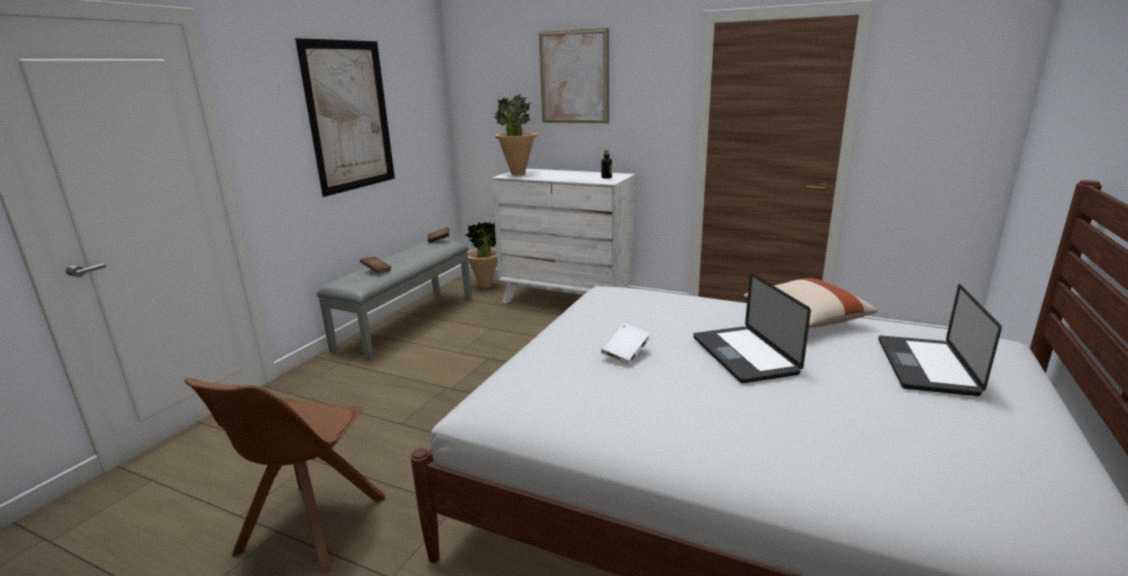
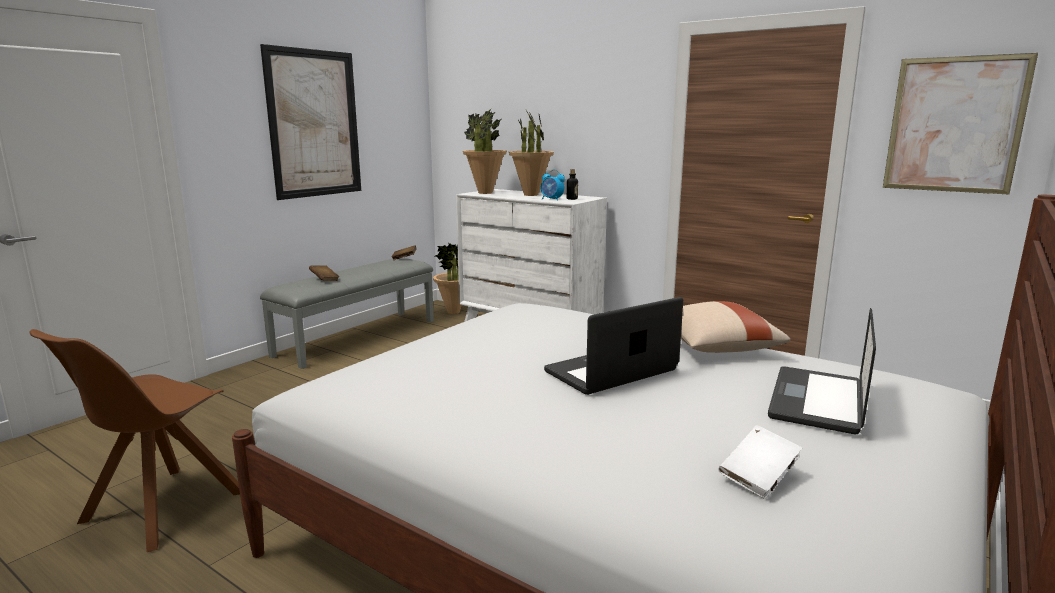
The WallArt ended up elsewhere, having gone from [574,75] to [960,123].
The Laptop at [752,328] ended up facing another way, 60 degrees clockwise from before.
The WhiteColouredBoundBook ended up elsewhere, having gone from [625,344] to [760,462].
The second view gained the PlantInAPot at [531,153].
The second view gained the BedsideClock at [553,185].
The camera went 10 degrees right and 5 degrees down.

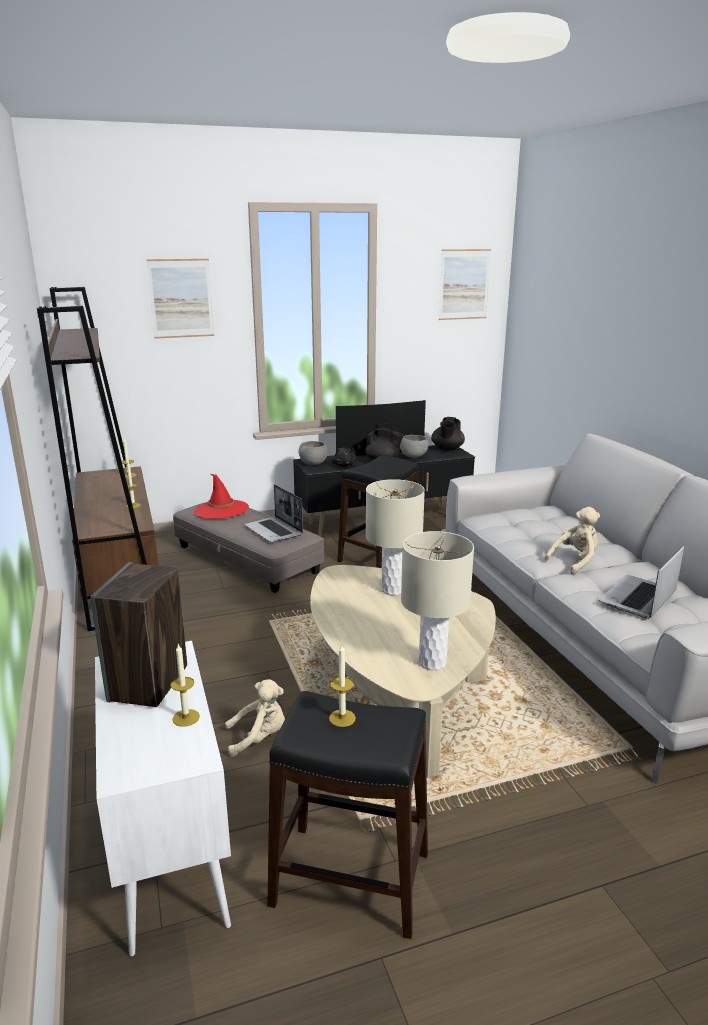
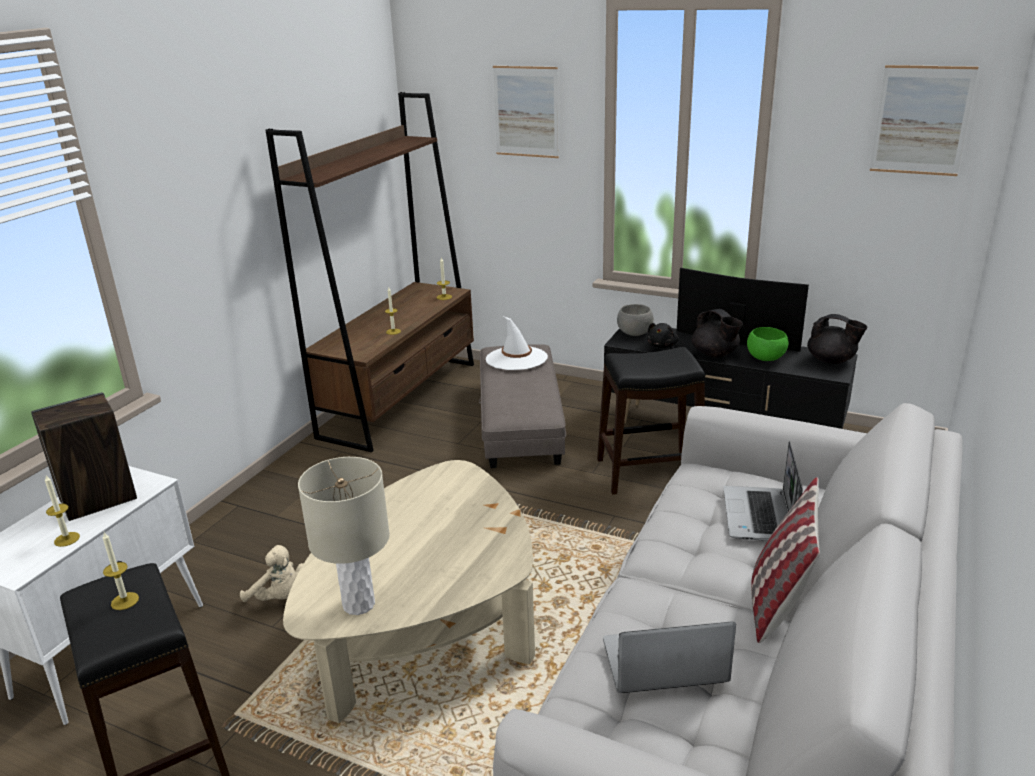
The BlackColouredTeapot at [448,434] ended up facing another way, 120 degrees counterclockwise from before.
What was the GrayServingBowl at [414,446] turned into the GreenServingBowl at [767,344].
What was the RedColouredHat at [221,496] turned into the WhiteColouredHat at [517,343].
The second view lost the BeigeTableLamp at [395,537].
The Laptop ended up elsewhere, having gone from [273,513] to [763,491].
The second view lost the BeigeSoftToy at [572,541].
The second view gained the Cushion at [785,560].
The camera went 45 degrees right and 5 degrees up.

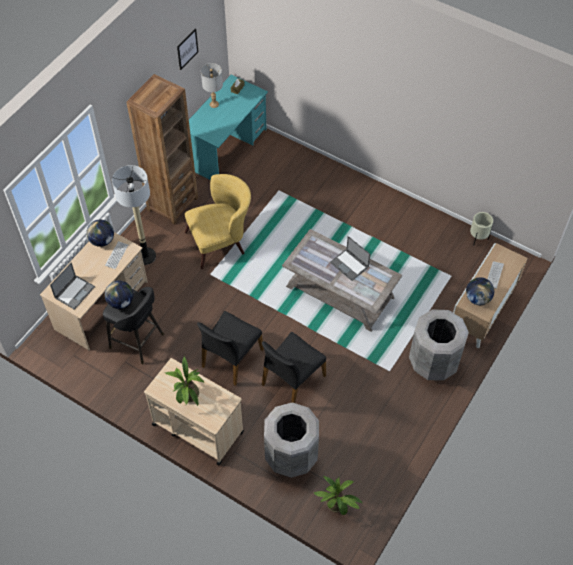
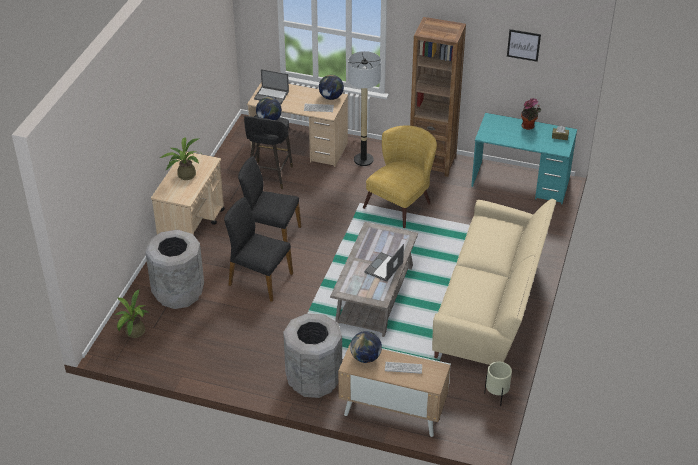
Where the GrayTableLamp stood at [212,85], the PlantInAPot came to stand at [531,114].
The YellowishLoungeChair at [218,221] ended up facing another way, 105 degrees counterclockwise from before.
The second view gained the BeigeSettee at [494,282].
The camera went 75 degrees right and 15 degrees down.

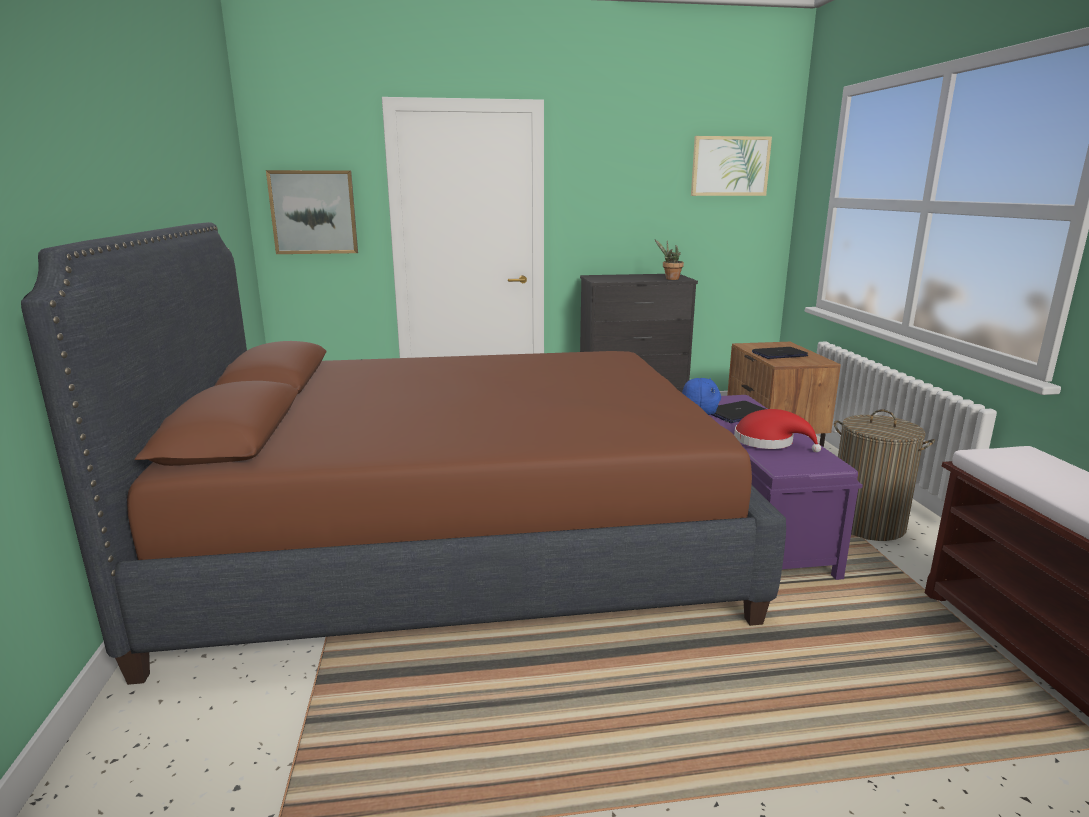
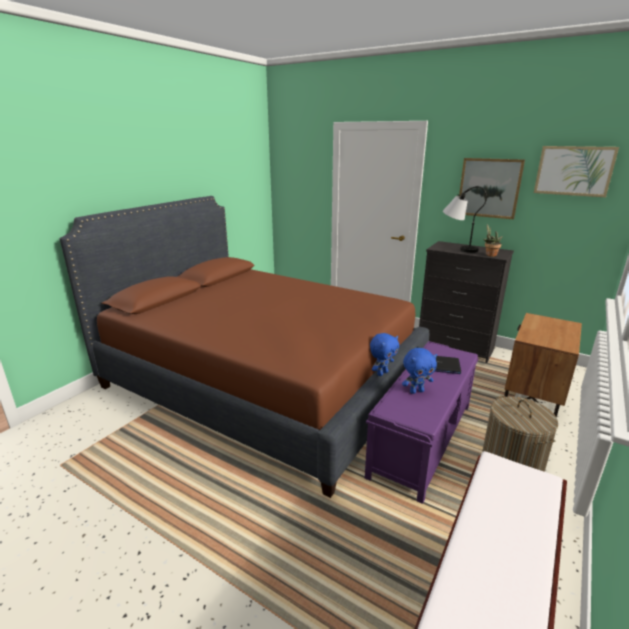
The WallArt ended up elsewhere, having gone from [312,212] to [492,188].
The second view lost the Laptop at [780,353].
Where the RedColouredHat stood at [777,430], the BluishSoftToy came to stand at [419,371].
The second view gained the TableLamp at [465,219].
The camera went 40 degrees right and 5 degrees up.

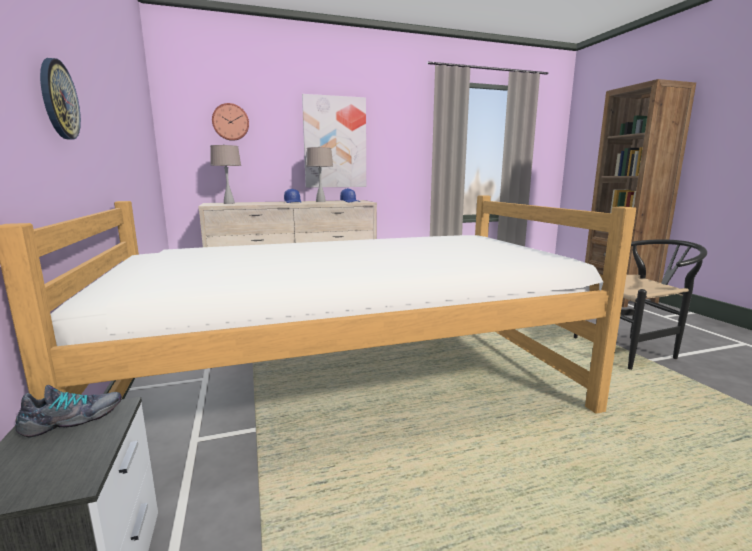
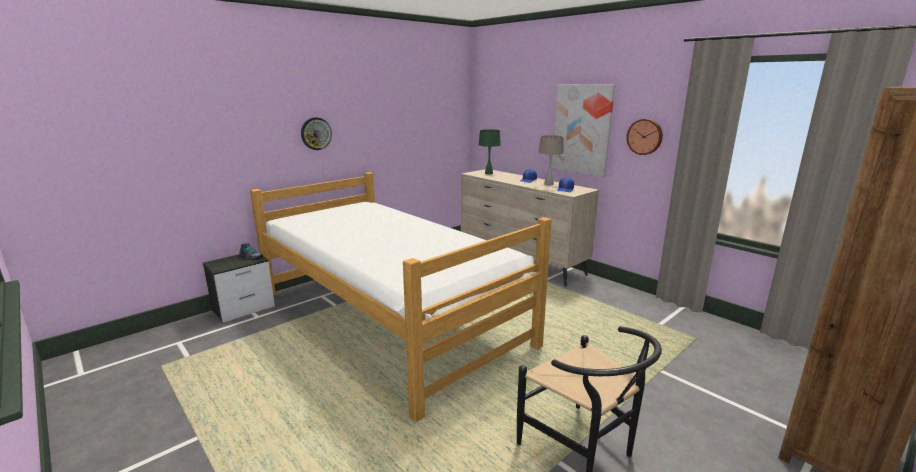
The HangingClock ended up elsewhere, having gone from [230,122] to [644,137].
What was the BeigeTableLamp at [225,174] turned into the GreenTableLamp at [490,151].
The camera went 65 degrees right and 5 degrees up.

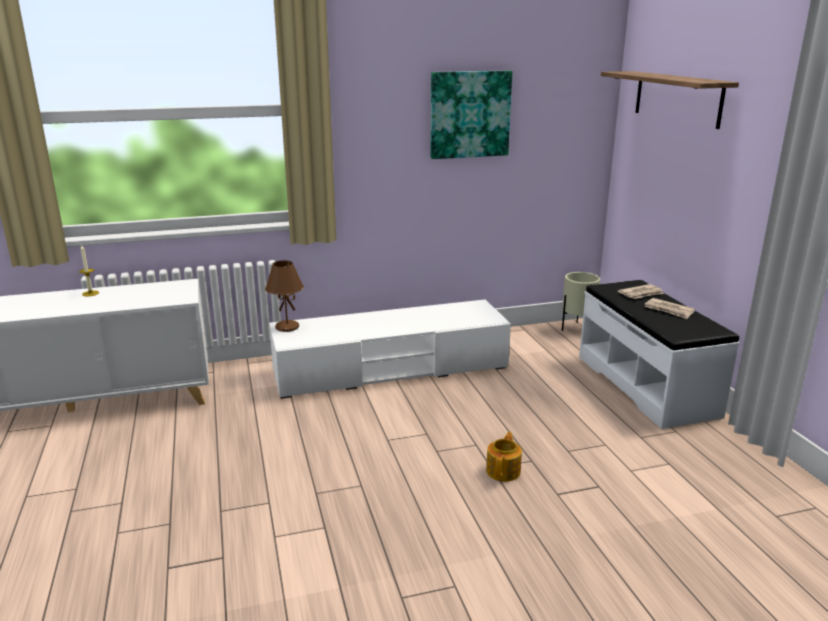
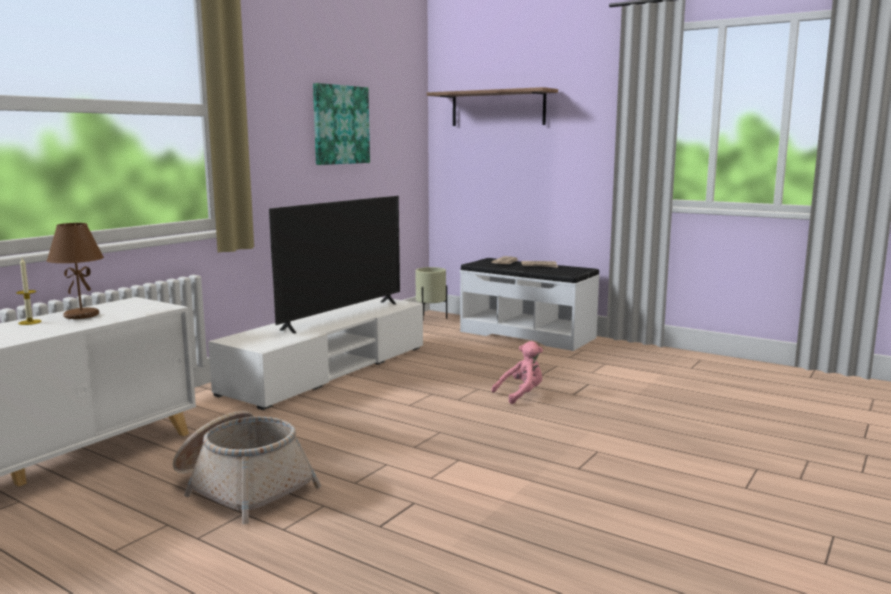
The BrownTableLamp ended up elsewhere, having gone from [284,296] to [75,271].
Where the Teapot stood at [504,457], the PinkColouredSoftToy came to stand at [517,372].
The second view gained the Tv at [334,265].
The second view gained the Basket at [247,467].
The camera went 40 degrees left and 10 degrees down.

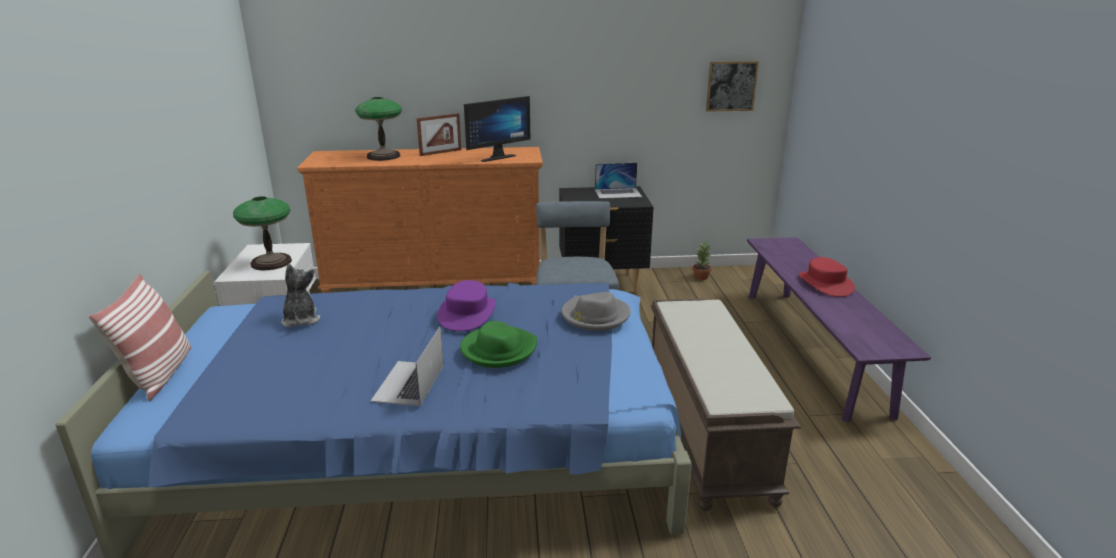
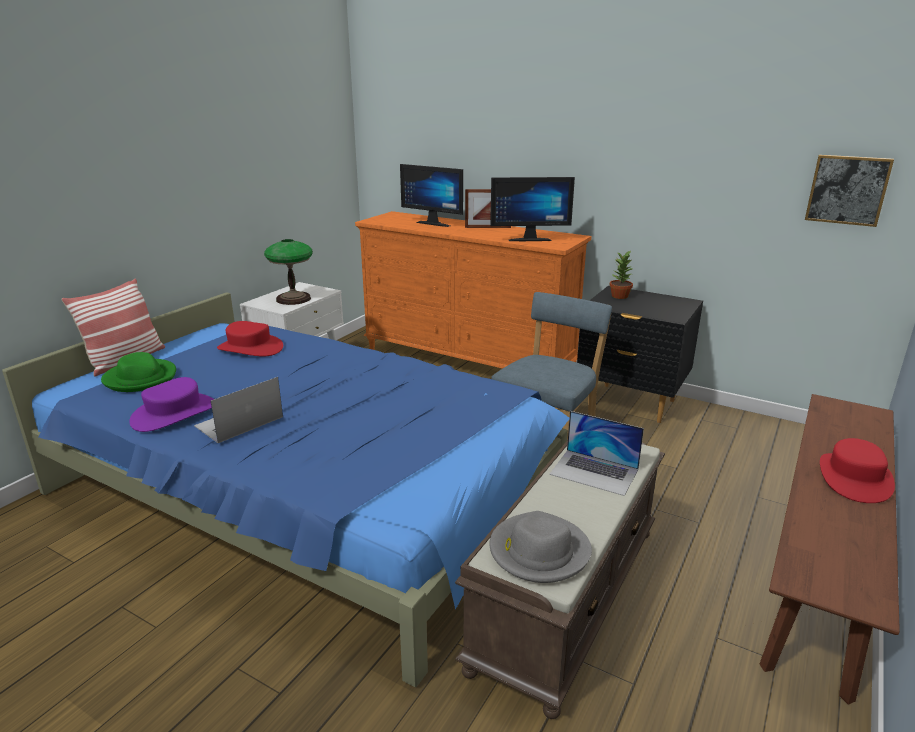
Where the TableLamp stood at [378,129], the ComputerDisplay came to stand at [431,195].
The Laptop ended up elsewhere, having gone from [618,181] to [596,453].
What was the PurplishIndoorBench at [839,330] turned into the BrownIndoorBench at [830,549].
The PlantInAPot ended up elsewhere, having gone from [702,260] to [621,275].
Where the SoftToy stood at [301,296], the RedColouredHat came to stand at [250,338].
The PurplishHat ended up elsewhere, having gone from [466,305] to [171,404].
The GrayHat ended up elsewhere, having gone from [596,311] to [541,547].
The GreenHat ended up elsewhere, having gone from [498,344] to [138,372].
The camera went 35 degrees right and 0 degrees up.

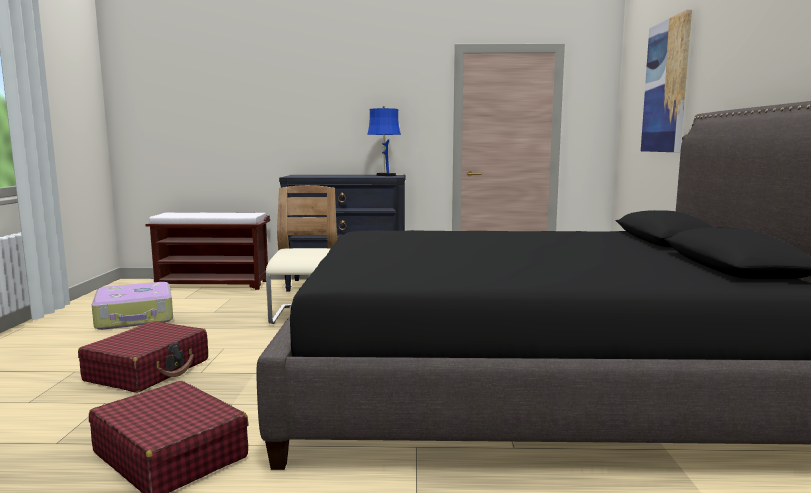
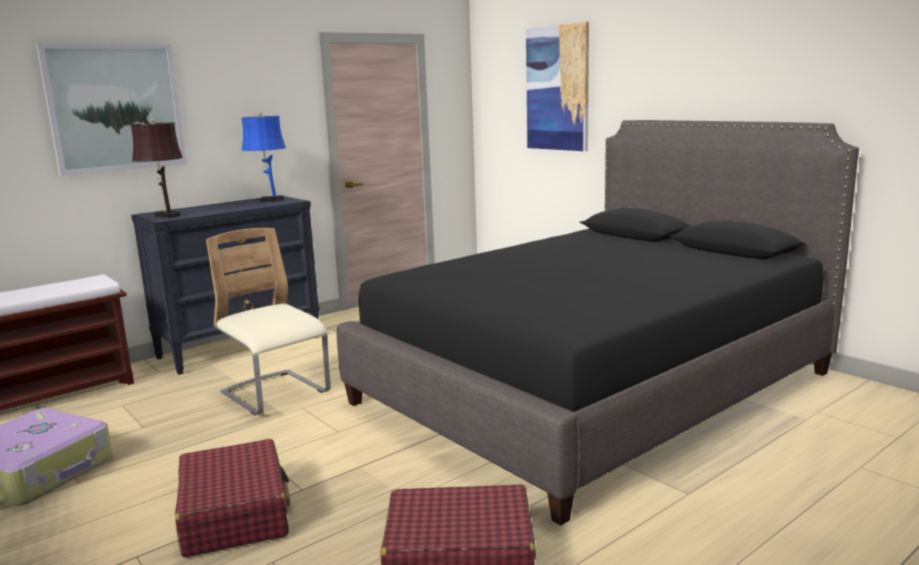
The second view gained the WallArt at [111,109].
The second view gained the BrownTableLamp at [157,168].
The camera went 40 degrees left and 5 degrees up.

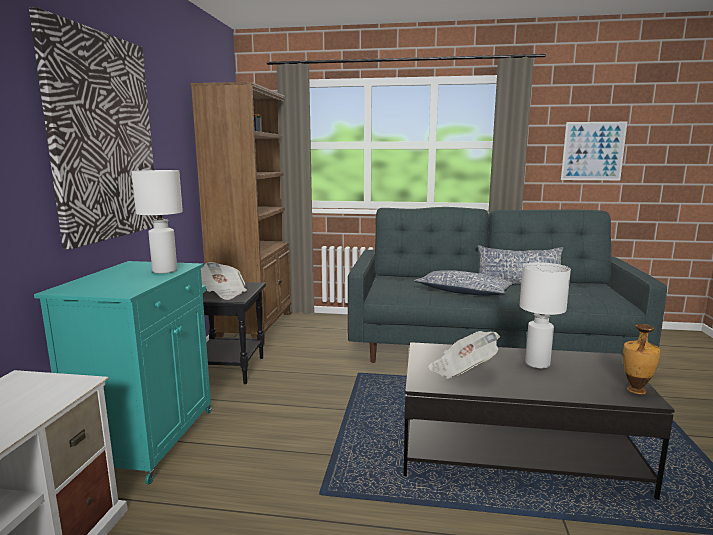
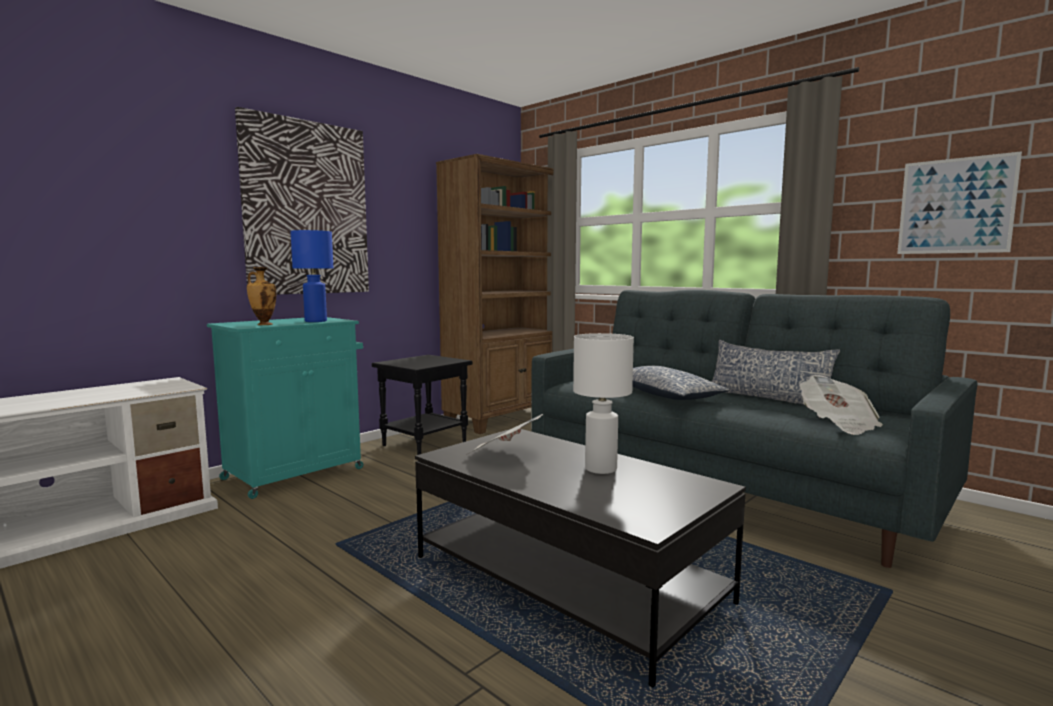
What was the WhiteColouredTableLamp at [157,222] turned into the BluishTableLamp at [311,276].
The Newspaper ended up elsewhere, having gone from [224,281] to [841,405].
The Vase ended up elsewhere, having gone from [642,359] to [261,296].
The camera went 35 degrees right and 5 degrees down.

